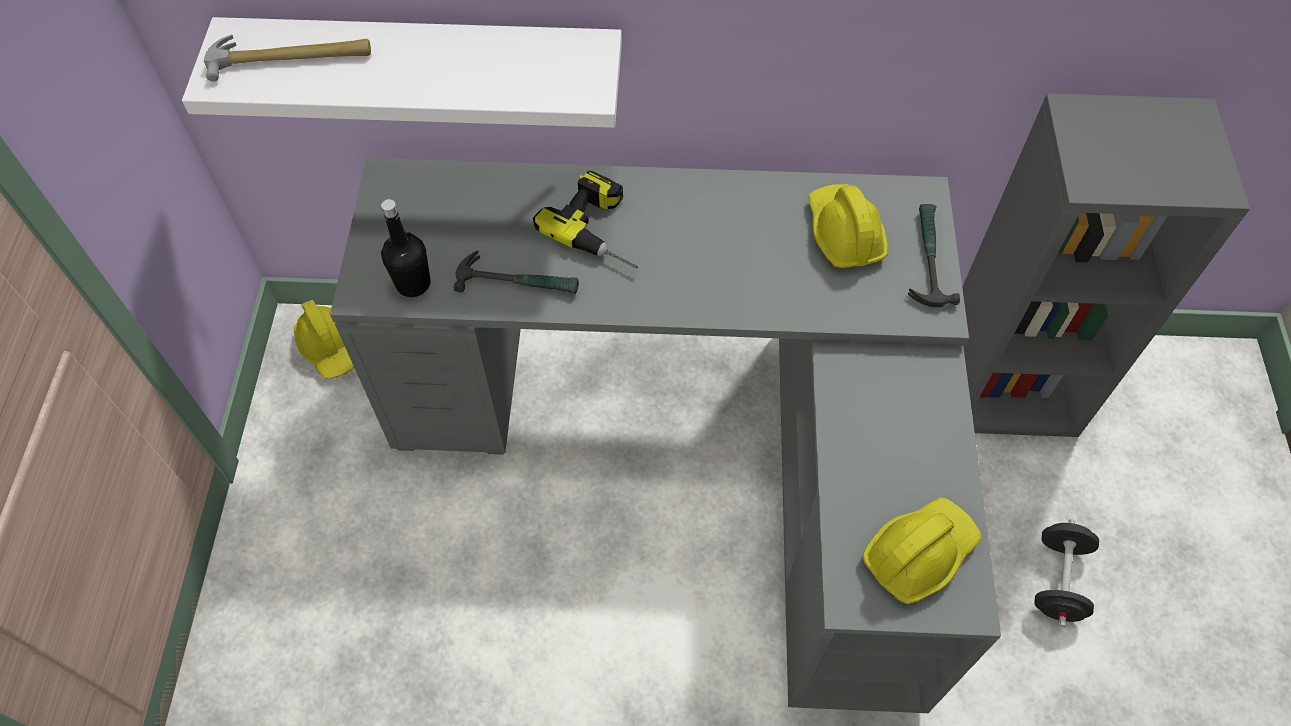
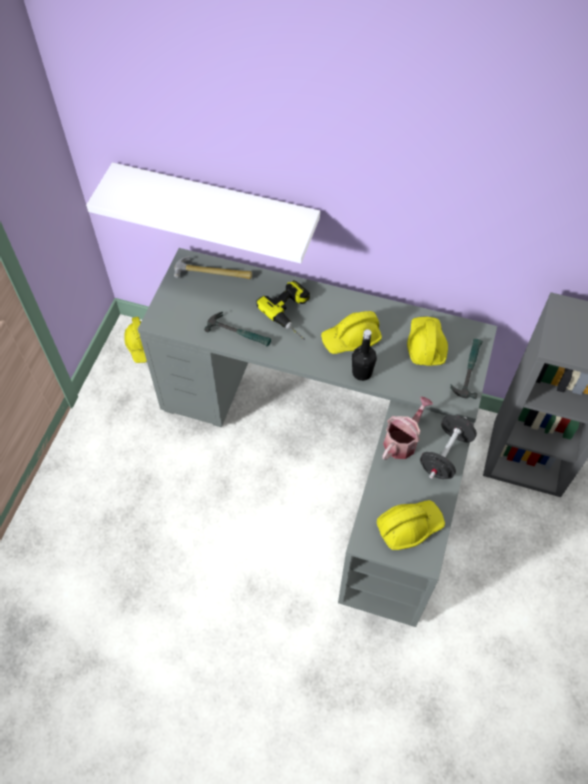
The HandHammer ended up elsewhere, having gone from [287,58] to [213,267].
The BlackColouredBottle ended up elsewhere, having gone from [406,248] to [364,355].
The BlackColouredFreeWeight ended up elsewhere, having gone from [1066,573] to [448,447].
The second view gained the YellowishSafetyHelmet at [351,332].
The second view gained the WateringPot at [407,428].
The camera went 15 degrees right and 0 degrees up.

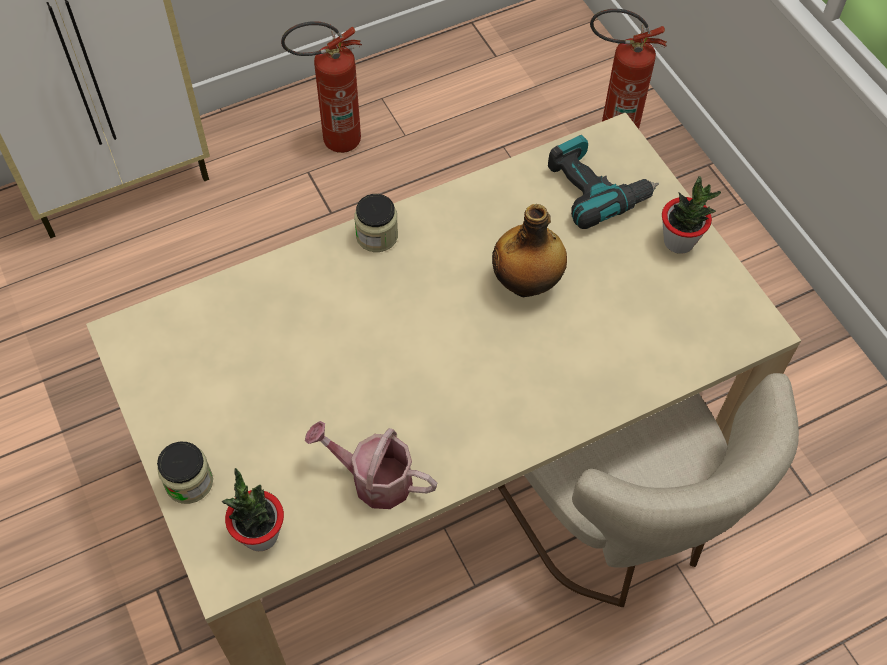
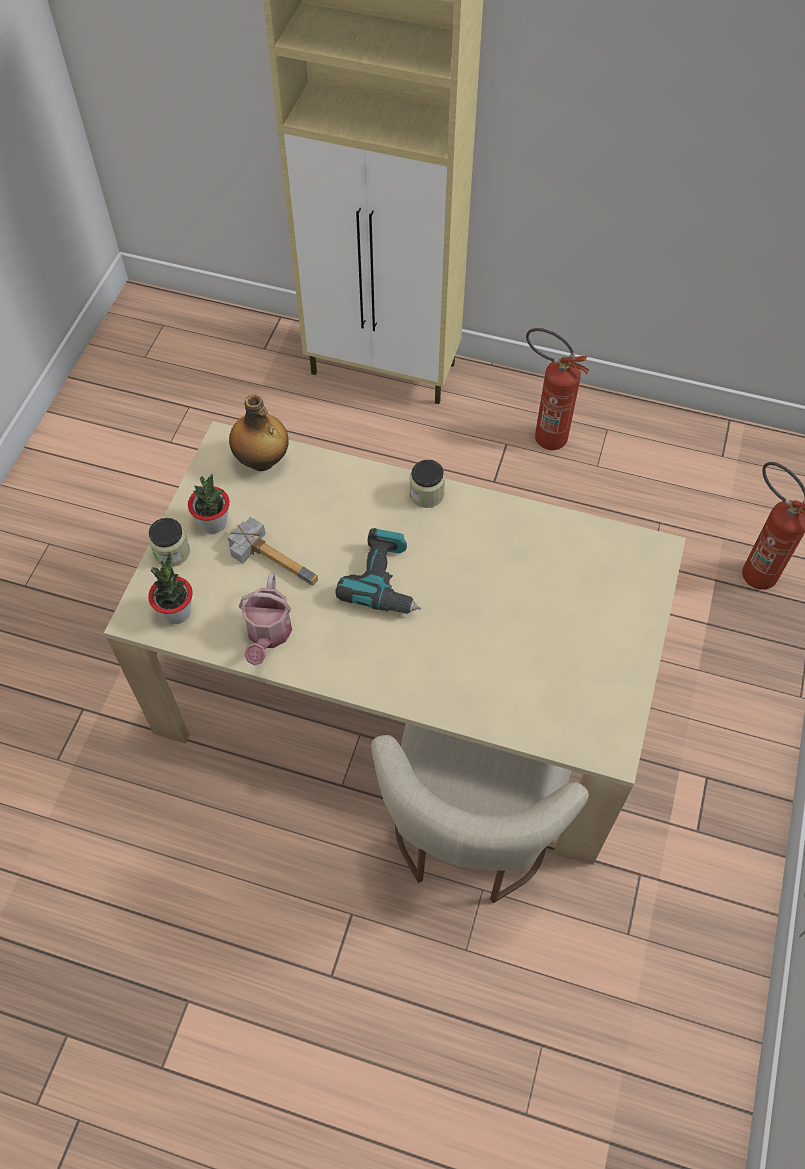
The ElectricDrill ended up elsewhere, having gone from [603,182] to [378,571].
The PlantInAPot ended up elsewhere, having gone from [691,215] to [209,503].
The Bottle ended up elsewhere, having gone from [529,250] to [259,432].
The WateringPot at [371,465] ended up facing another way, 150 degrees counterclockwise from before.
The second view gained the HandHammer at [273,551].
The camera went 45 degrees right and 0 degrees up.

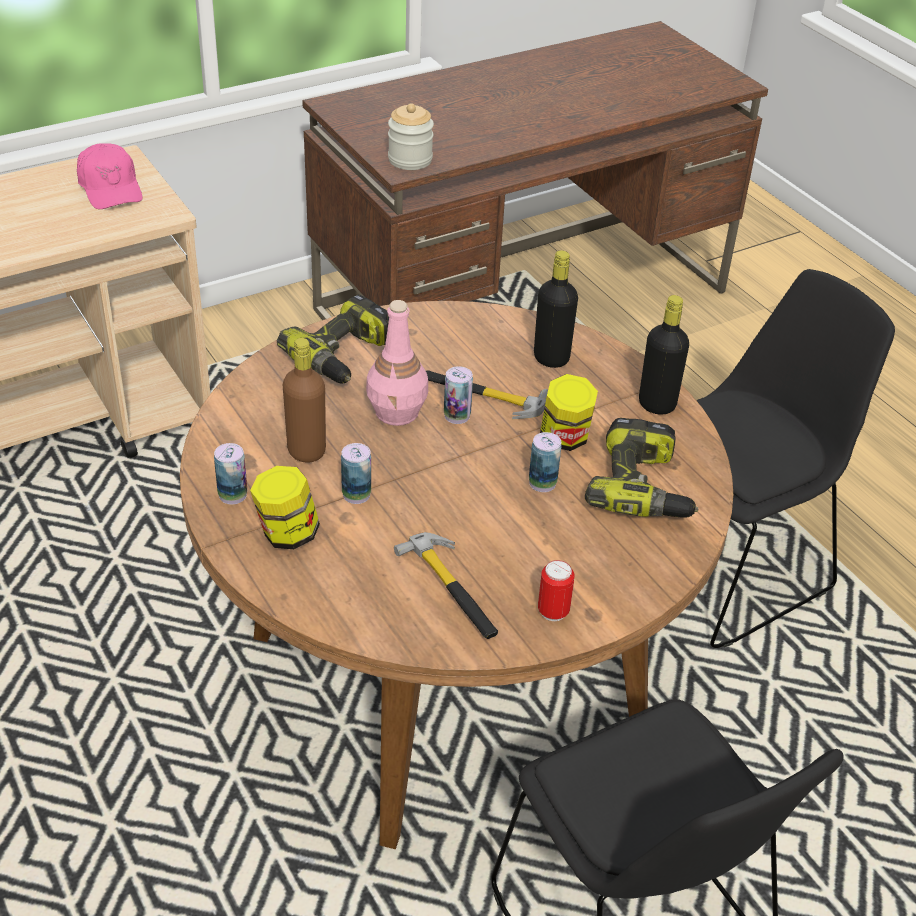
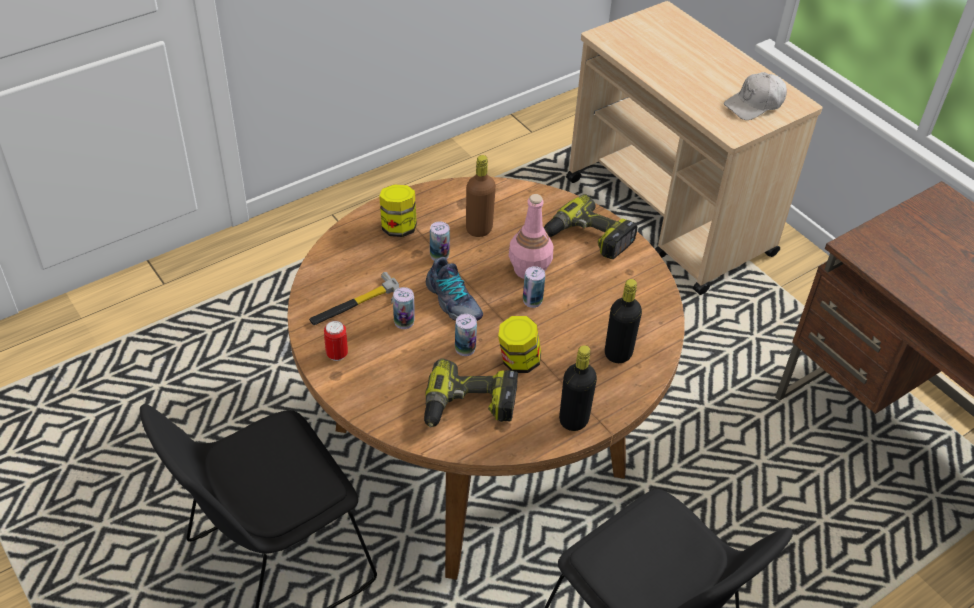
The second view lost the PreserveJar at [411,136].
What was the PinkColouredCap at [110,176] turned into the WhiteColouredCap at [755,96].
The second view lost the HandHammer at [487,394].
The Can ended up elsewhere, having gone from [230,473] to [404,308].
The second view gained the LowShoe at [454,289].
The camera went 85 degrees right and 5 degrees up.

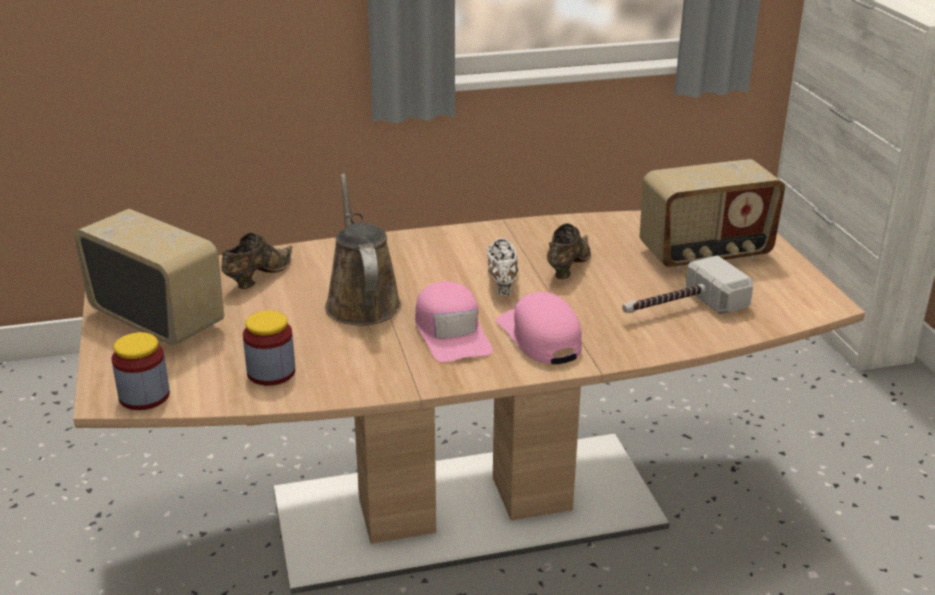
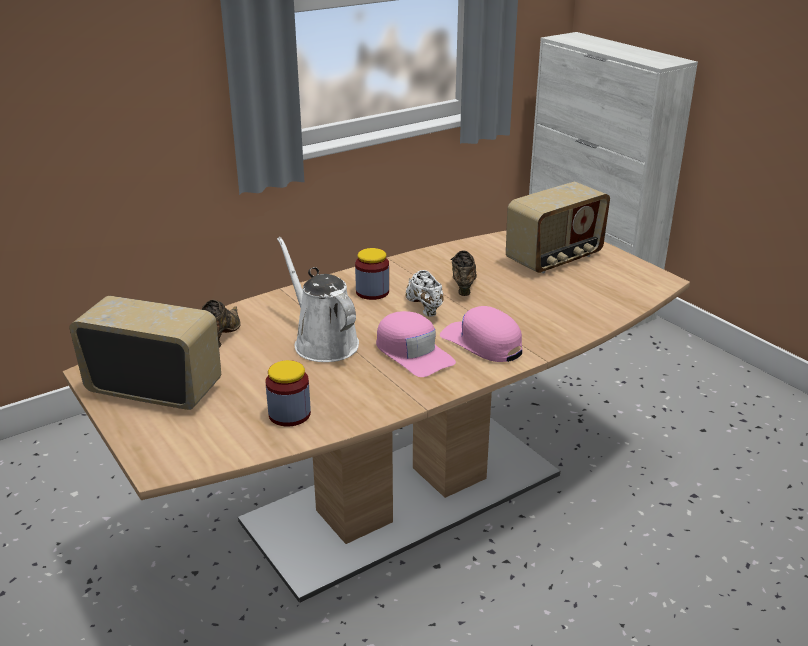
What was the BrownWateringPot at [363,250] turned into the WhiteColouredWateringPot at [318,299].
The second view lost the HandHammer at [687,285].
The PreserveJar ended up elsewhere, having gone from [141,371] to [372,274].
The camera went 20 degrees left and 0 degrees up.

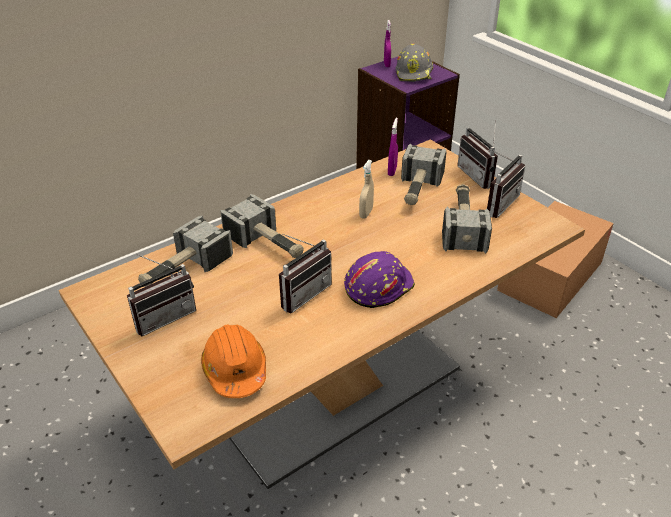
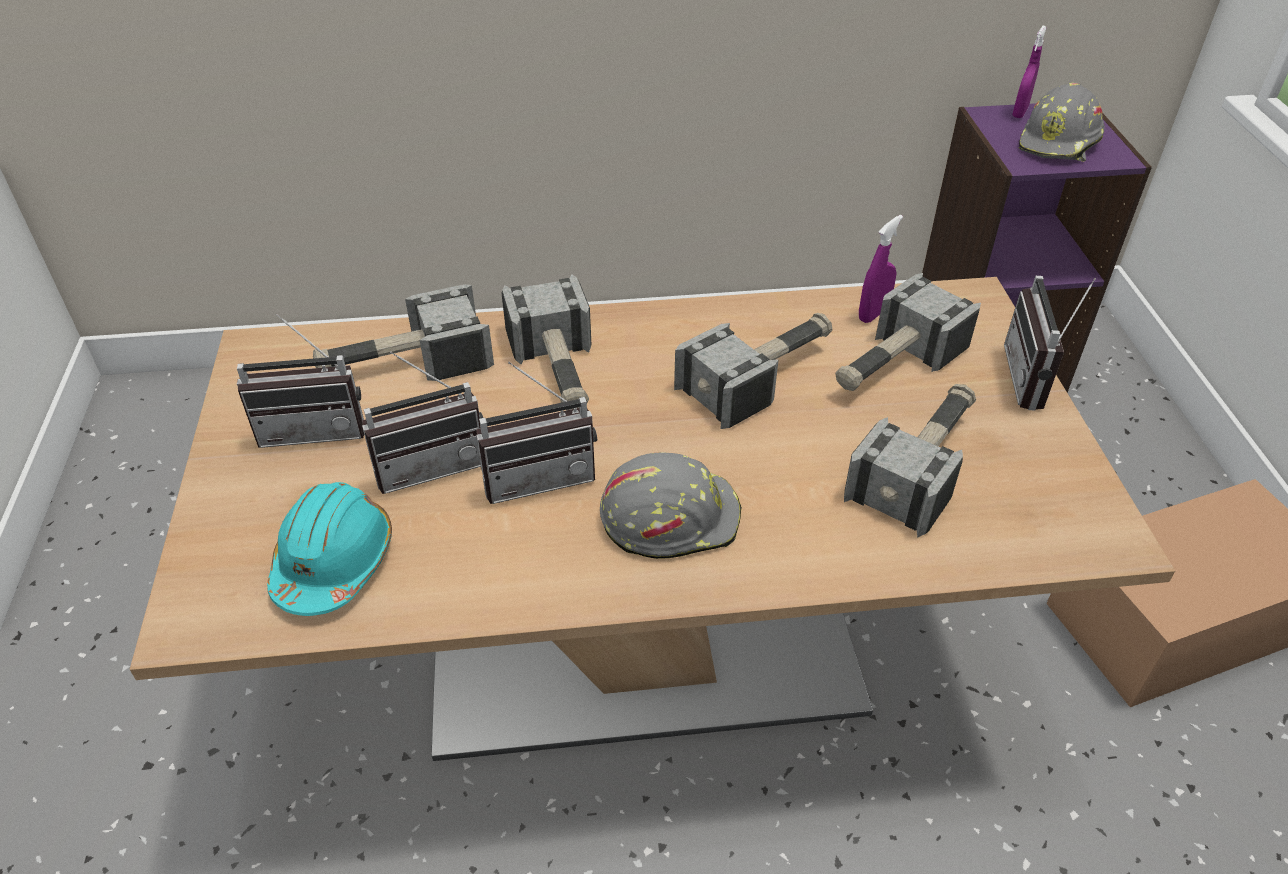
The RadioSet ended up elsewhere, having gone from [506,183] to [422,422].
Where the BeigeSprayer stood at [366,189], the HandHammer came to stand at [753,371].
What was the PurplishSafetyHelmet at [379,279] turned into the GraySafetyHelmet at [671,505].
What was the OrangeySafetyHelmet at [233,361] turned into the TurquoiseColouredSafetyHelmet at [329,549].
The camera went 30 degrees right and 5 degrees up.

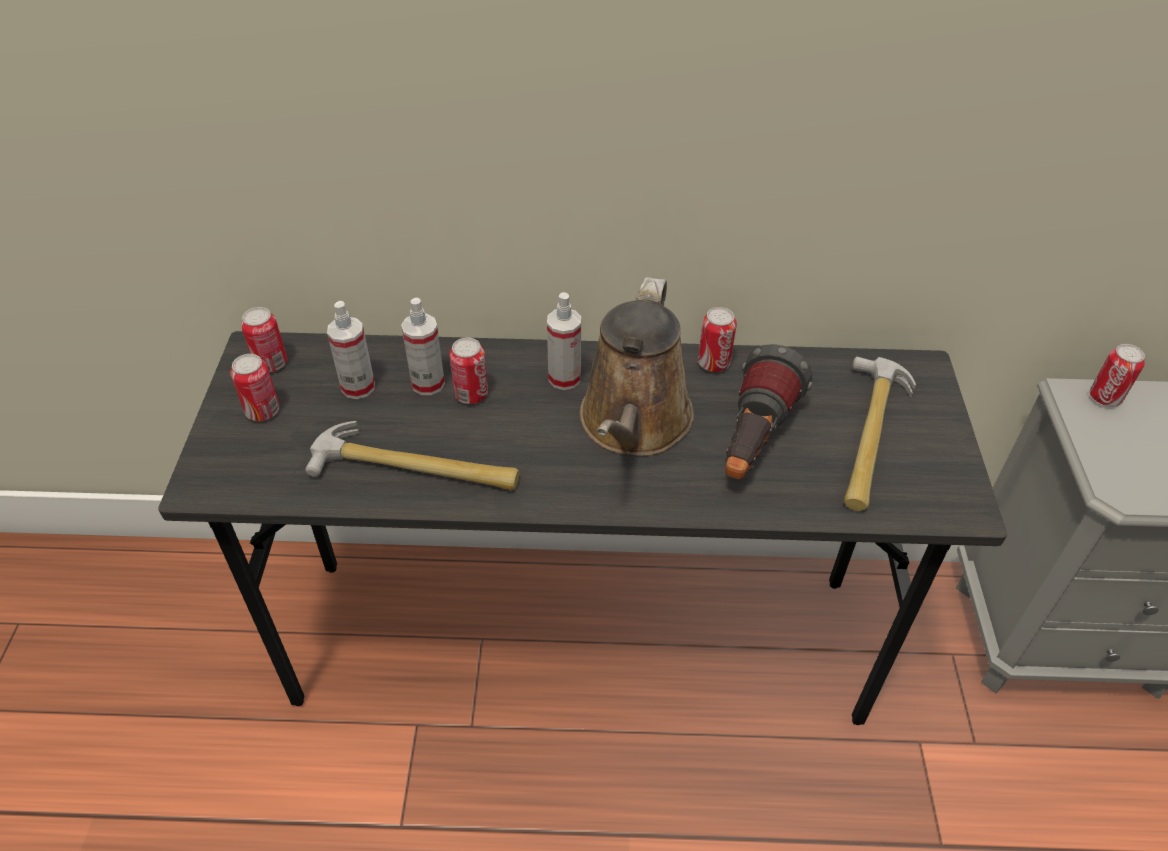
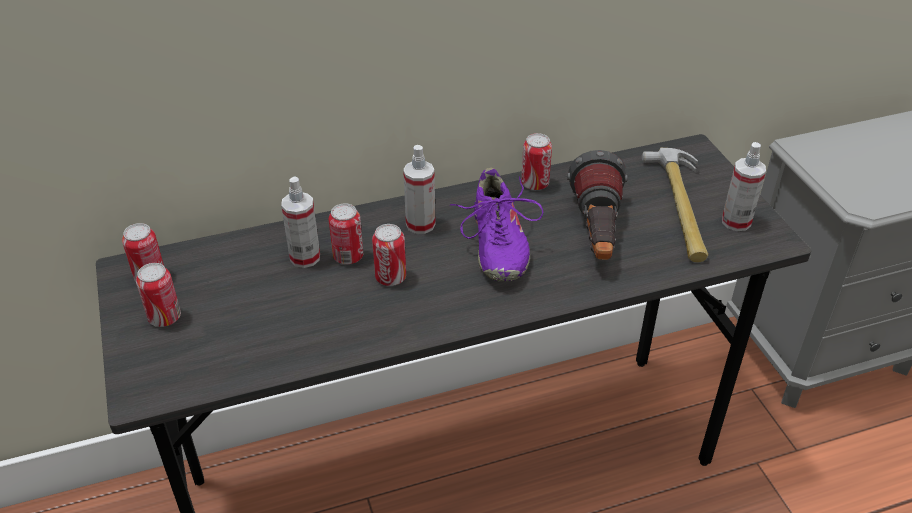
Where the BrownWateringPot stood at [637,366], the PurplishLowShoe came to stand at [497,224].
The Sprayer ended up elsewhere, having gone from [351,350] to [744,186].
The Can ended up elsewhere, having gone from [1117,375] to [389,255].
The second view lost the HandHammer at [412,456].
The camera went 20 degrees left and 5 degrees down.

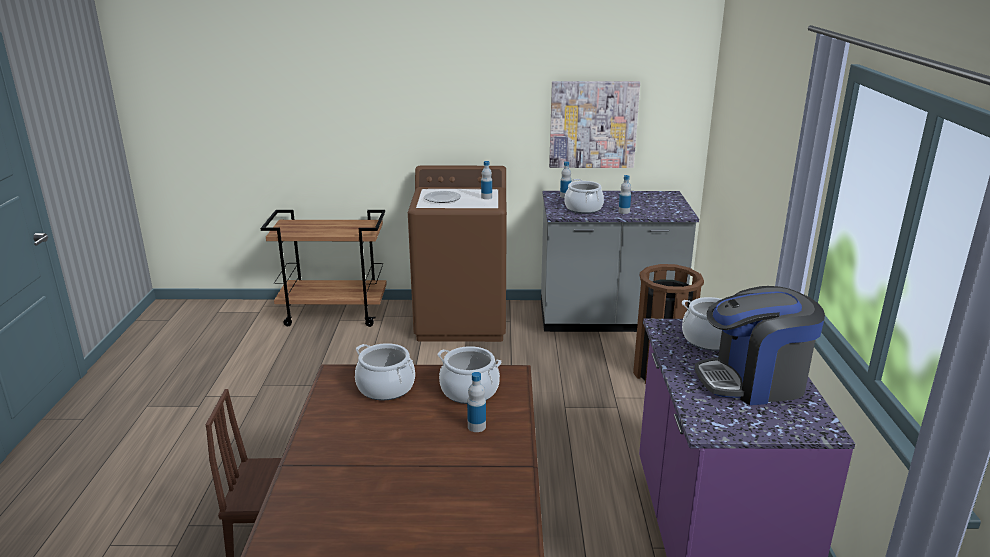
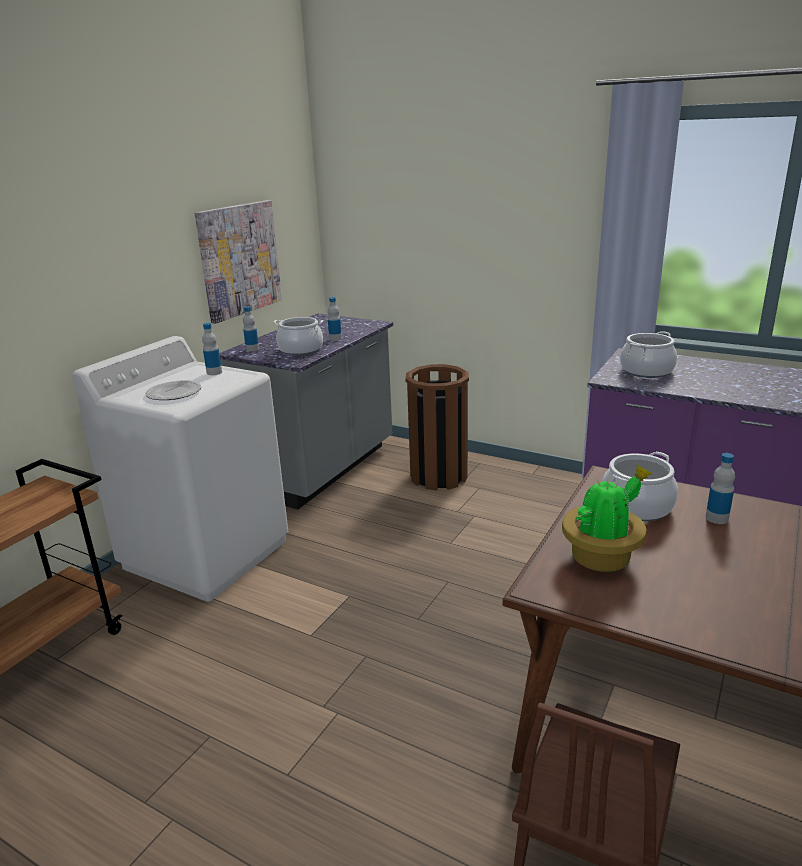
What was the BrownWashingMachine at [457,254] turned into the WhiteColouredWashingMachine at [180,469].
The second view lost the CoffeeMachine at [760,345].
Where the CookingPot stood at [385,371], the PlantInAPot came to stand at [607,518].
The camera went 60 degrees left and 0 degrees up.

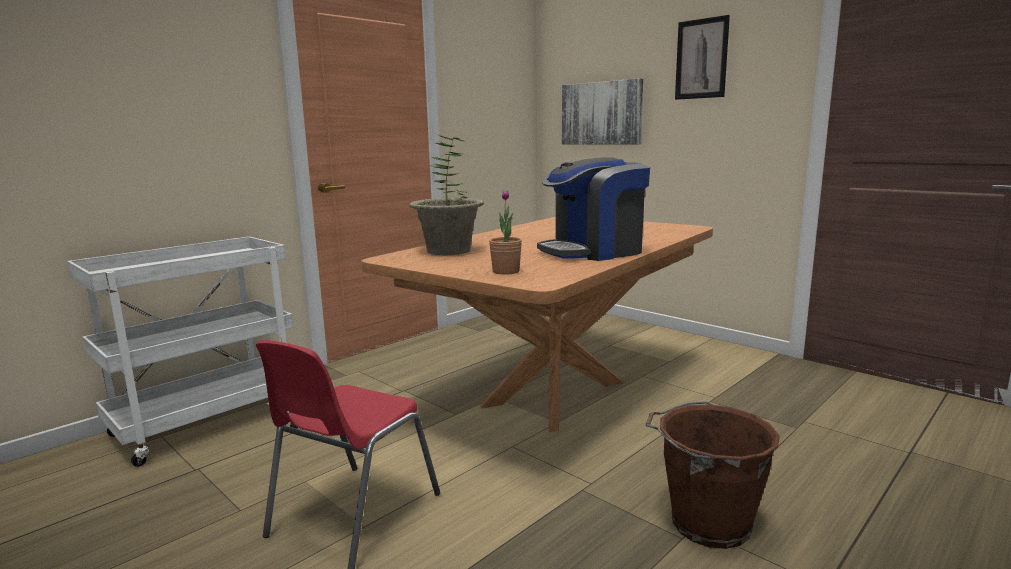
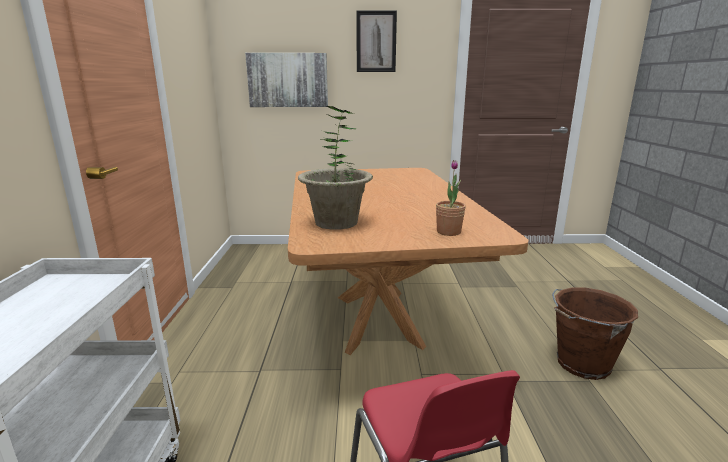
The second view lost the CoffeeMachine at [593,209].
The camera went 45 degrees left and 5 degrees up.

